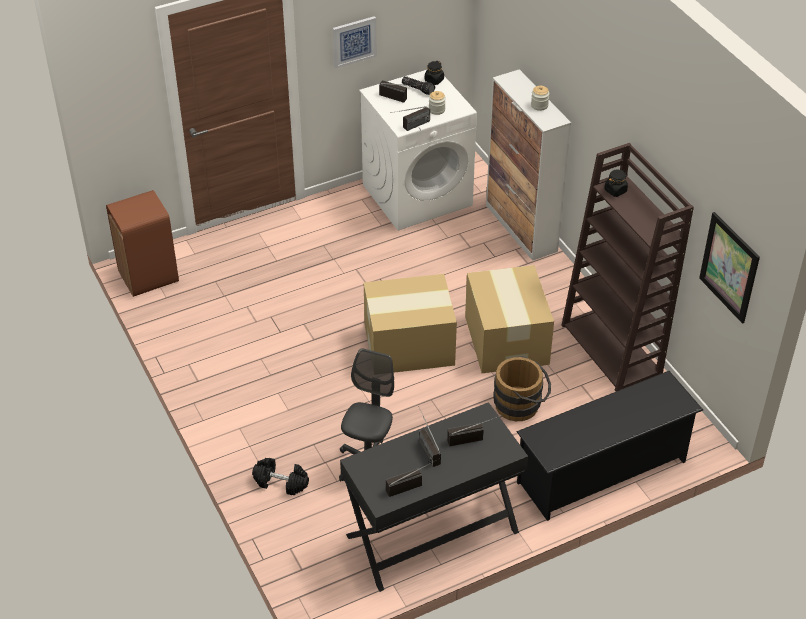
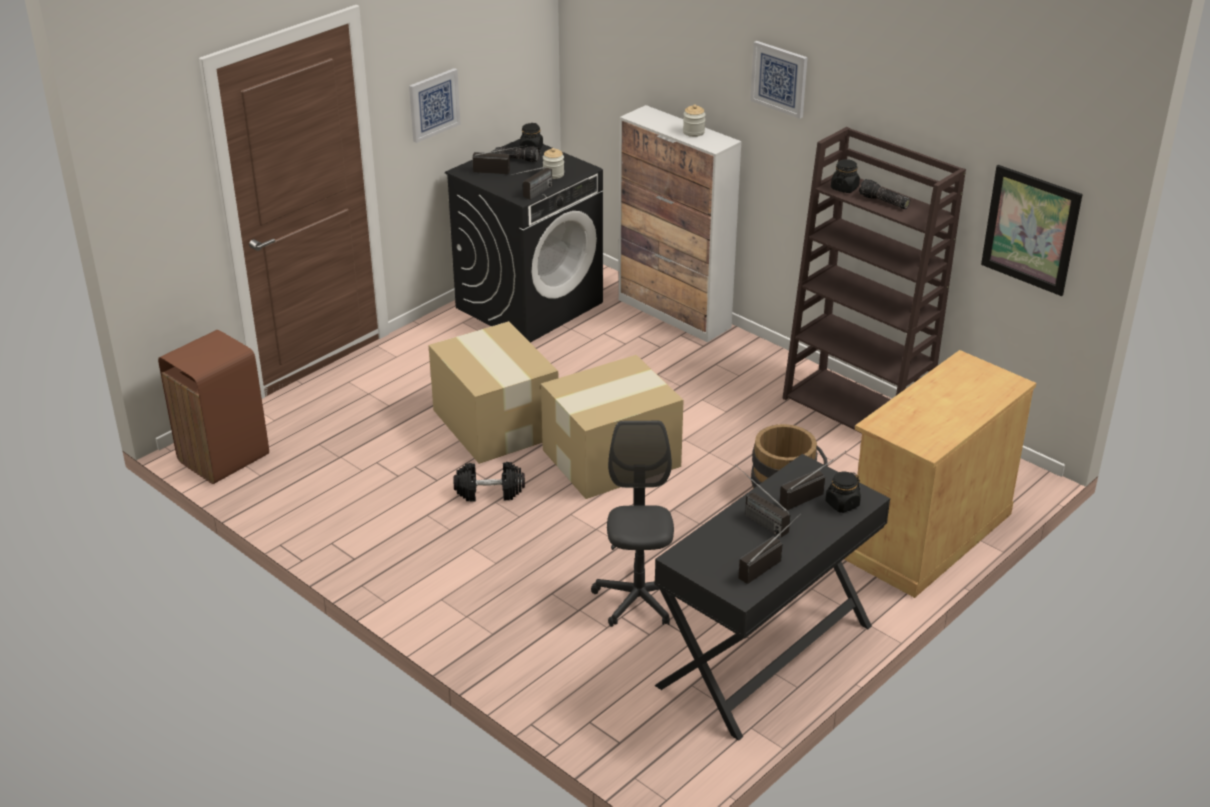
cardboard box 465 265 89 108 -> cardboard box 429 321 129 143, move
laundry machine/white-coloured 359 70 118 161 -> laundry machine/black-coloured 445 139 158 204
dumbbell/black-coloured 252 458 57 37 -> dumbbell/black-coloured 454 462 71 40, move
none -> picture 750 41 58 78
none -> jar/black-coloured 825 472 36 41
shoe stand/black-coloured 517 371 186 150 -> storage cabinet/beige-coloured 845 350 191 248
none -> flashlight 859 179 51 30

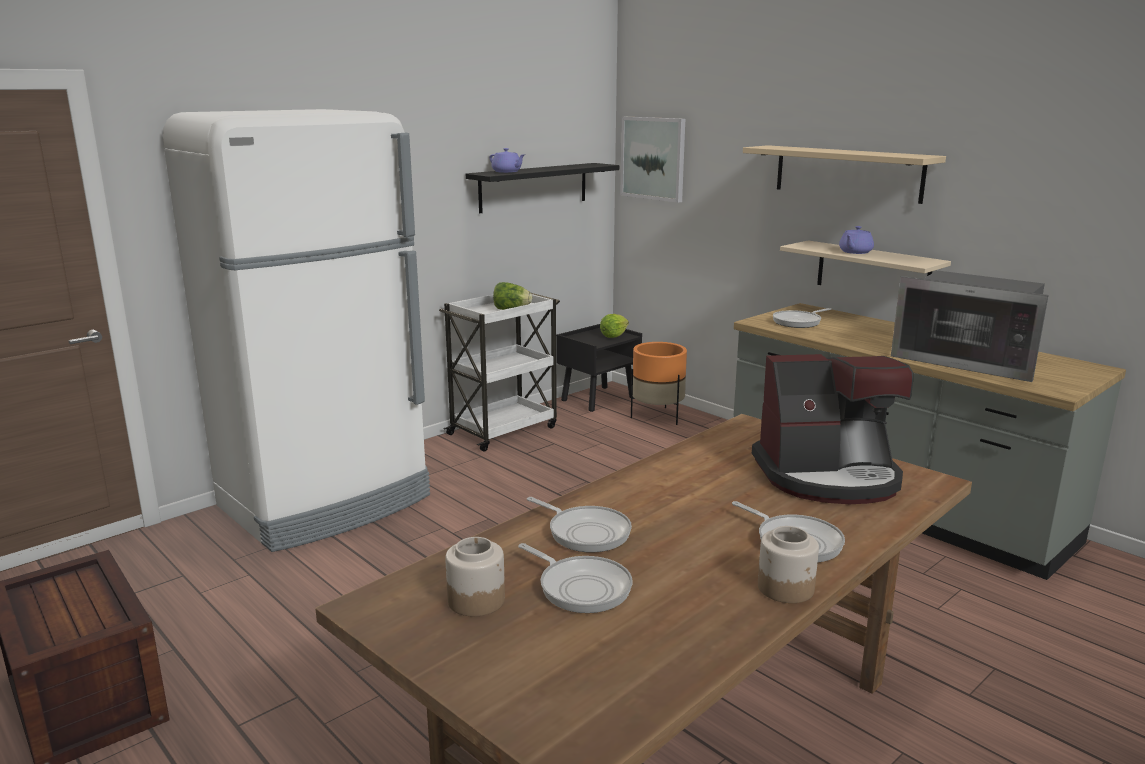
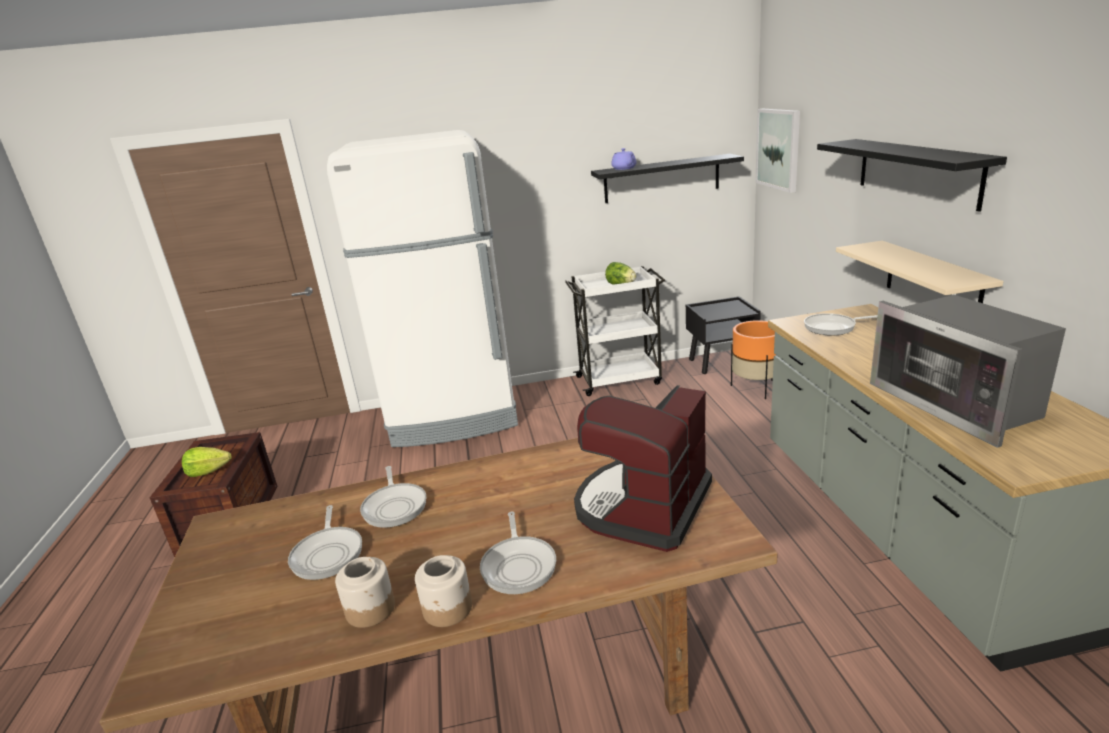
head of lettuce 600 314 29 24 -> head of lettuce 182 447 50 30, move
jar 445 537 60 79 -> jar 335 557 60 71, move
coffee maker 752 354 161 150 -> coffee maker 574 385 138 167, 90 degrees clockwise
wall shelf/beige-coloured 743 145 203 59 -> wall shelf/black-coloured 817 139 190 73
pot for tea/purplish 839 226 35 28 -> none

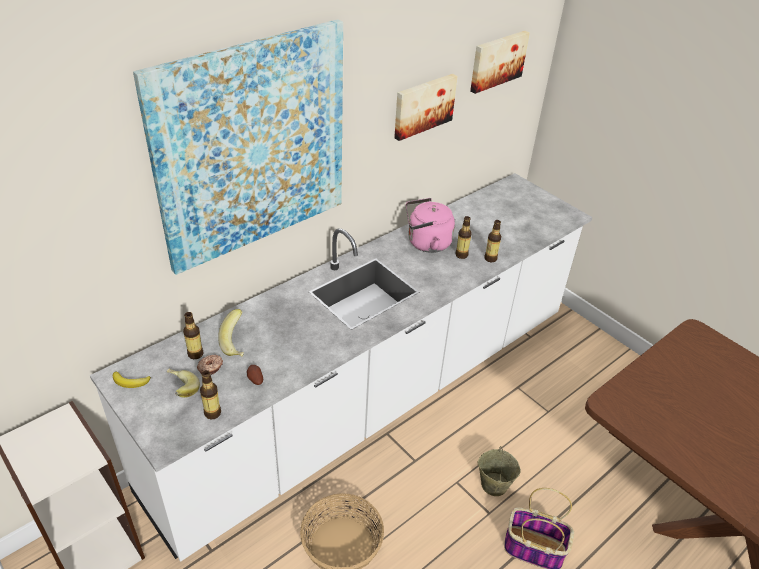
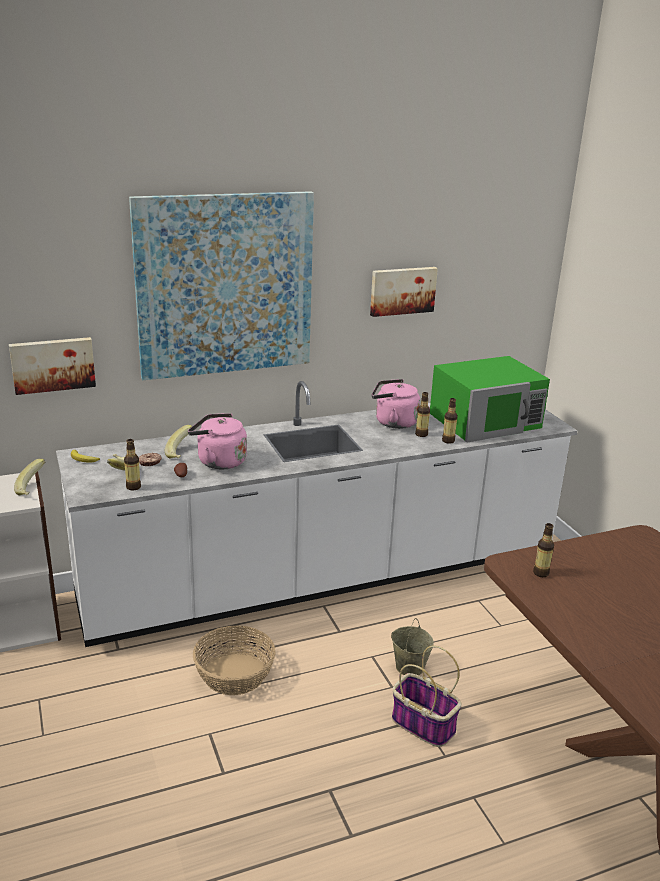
picture 470 31 60 63 -> picture 9 337 87 58, move
none -> whole banana 14 459 31 36
none -> tea kettle/pink 188 413 59 56
none -> microwave oven/greenish 430 356 120 87
drink bottle 183 312 20 47 -> drink bottle 533 523 21 54, move

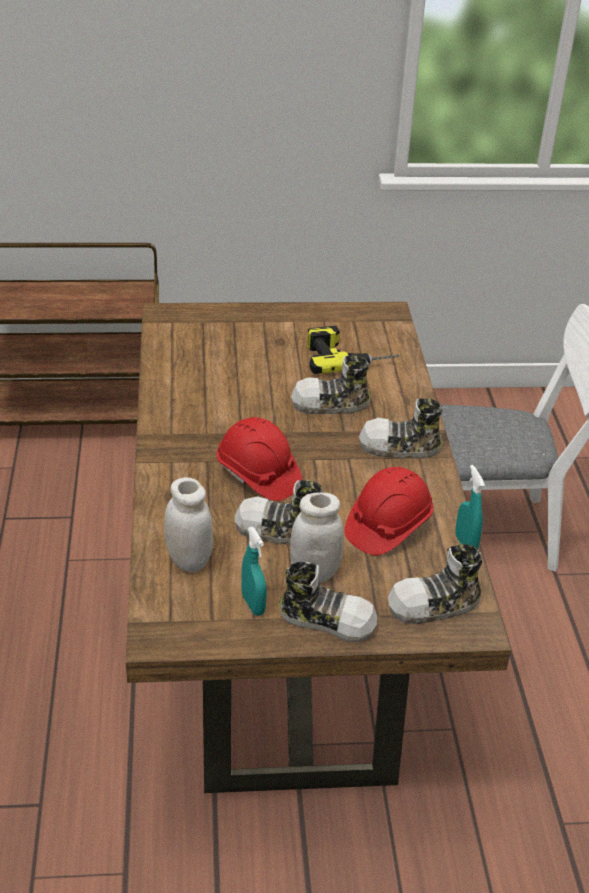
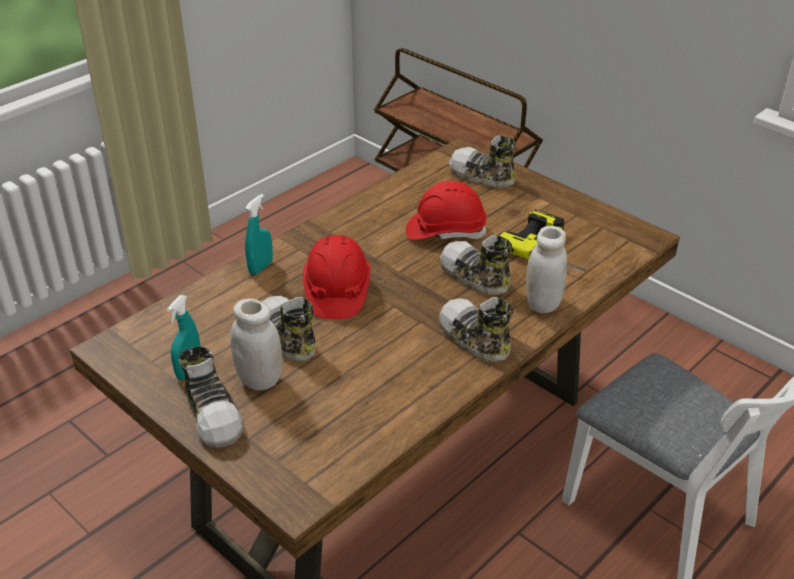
sprayer/blue-green 455 465 30 85 -> sprayer/blue-green 245 194 28 81, move
safety helmet/red 344 467 89 89 -> safety helmet/red 406 181 81 59, move
item of footwear 388 544 94 80 -> item of footwear 449 135 67 53, move
jar/white-coloured 164 477 49 95 -> jar/white-coloured 526 226 41 87, move

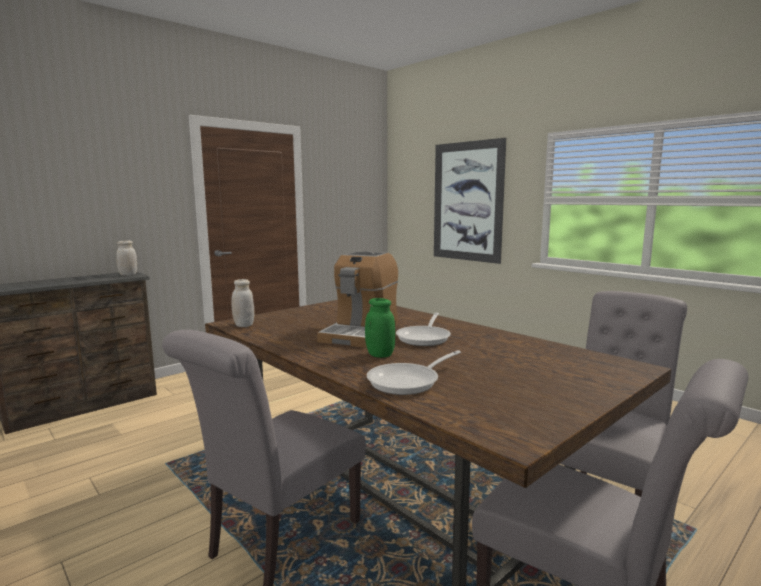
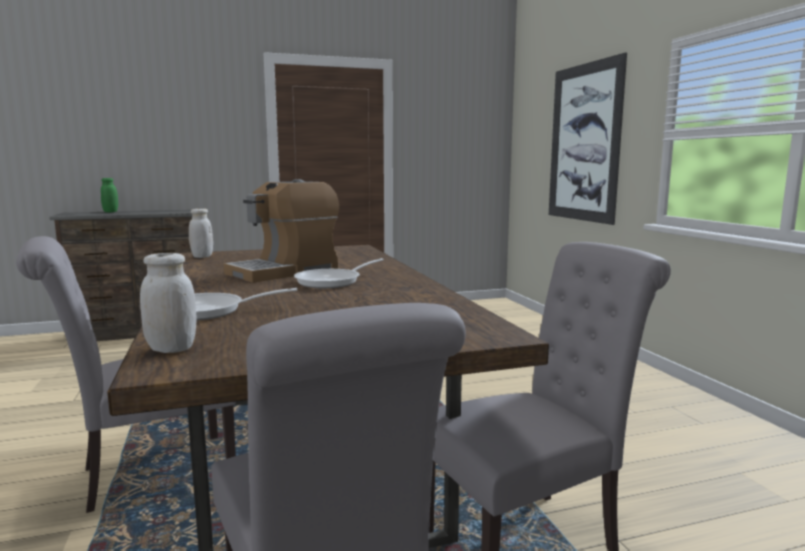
jar/greenish 365 298 30 60 -> jar/greenish 101 178 17 34, move
jar/white-coloured 116 241 21 35 -> jar/white-coloured 140 253 57 100, move

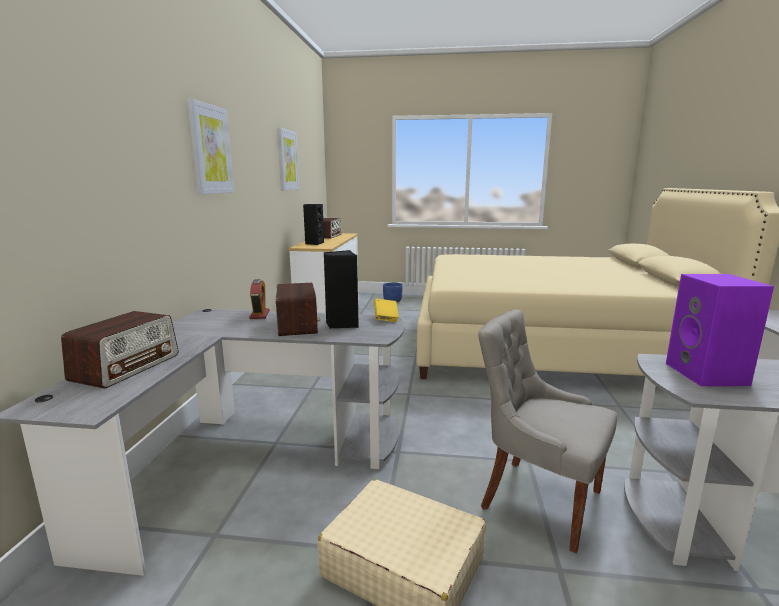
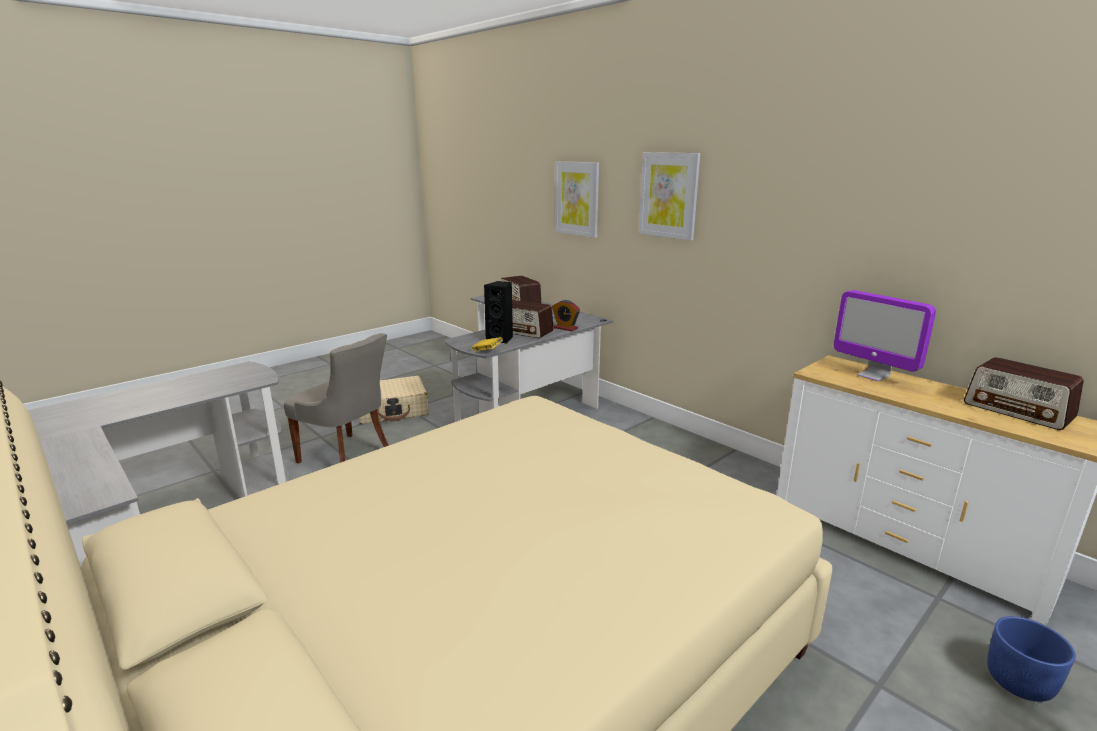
upright chair/grey 478 309 139 244 -> upright chair/grey 284 333 105 131, 45 degrees clockwise
picture 277 127 22 63 -> picture 555 161 44 77, move
audio speaker/black-coloured 303 204 21 41 -> computer display 833 290 103 91
audio speaker/purplish 666 274 108 112 -> none

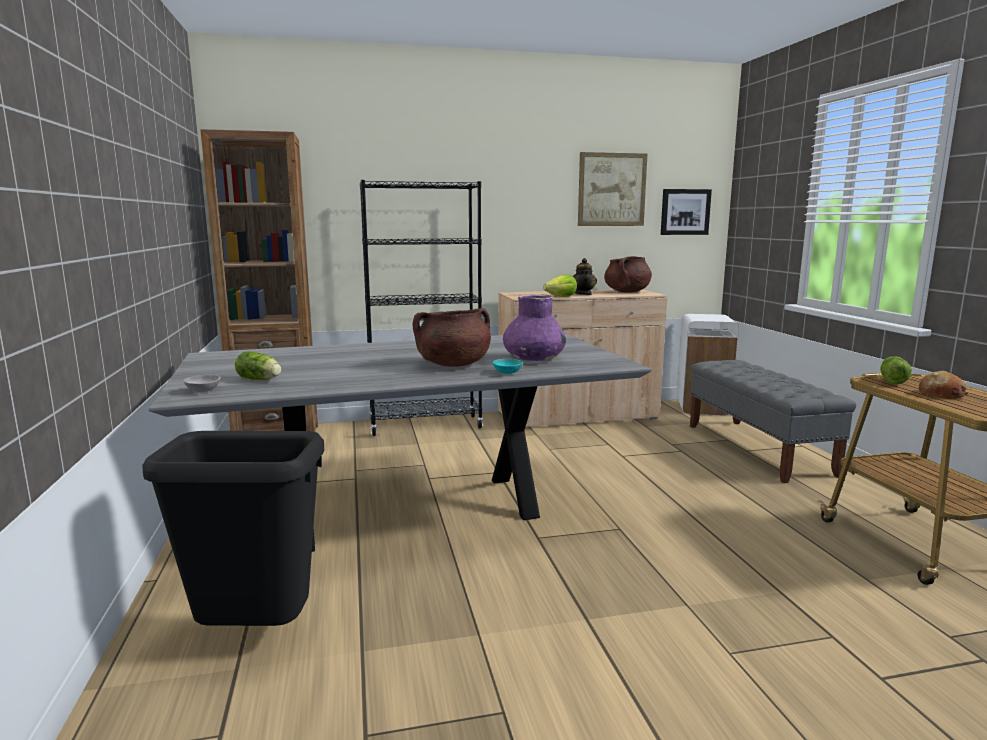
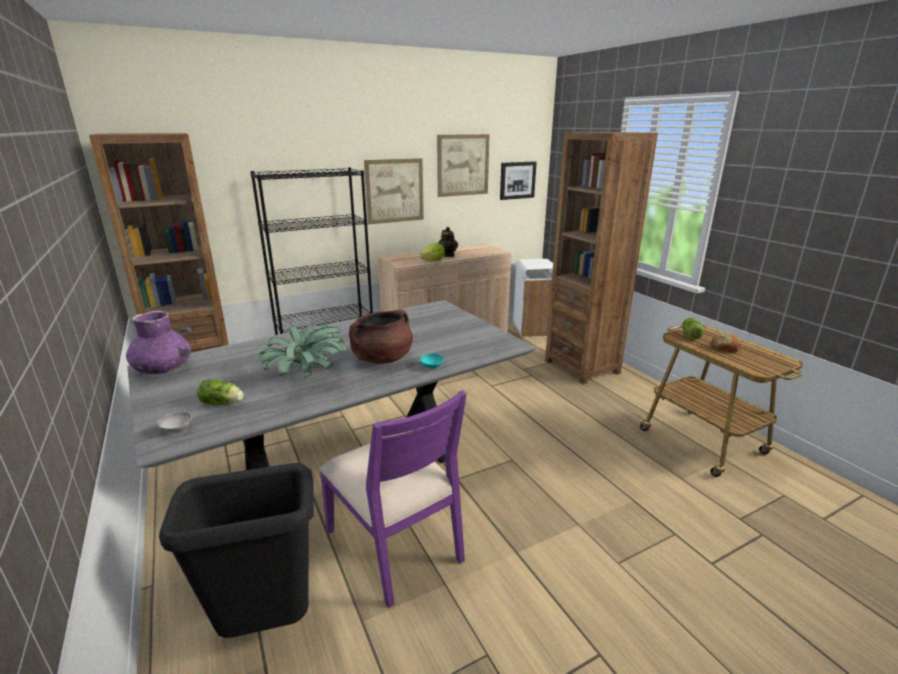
flower vase/purplish 503 294 63 67 -> flower vase/purplish 126 311 65 63, move
none -> plant in a pot 255 325 93 52
none -> upright chair/purplish 320 390 147 218
none -> picture 364 158 60 66
bench/grey 690 360 166 123 -> shelving unit/brown 545 132 113 252
stockpot/brown 604 256 48 36 -> none

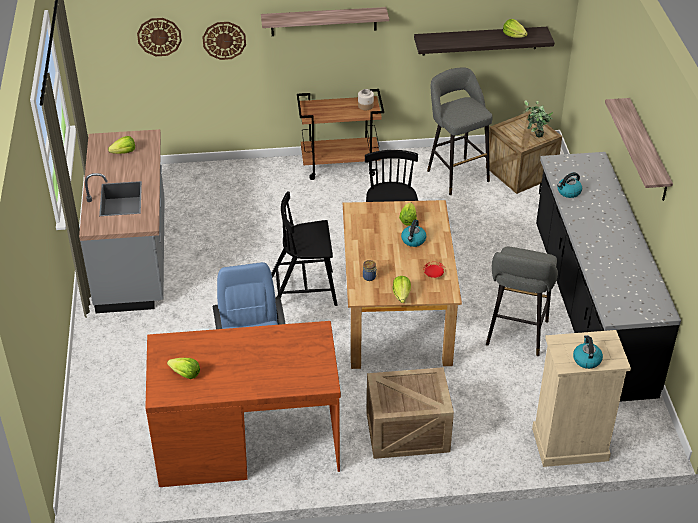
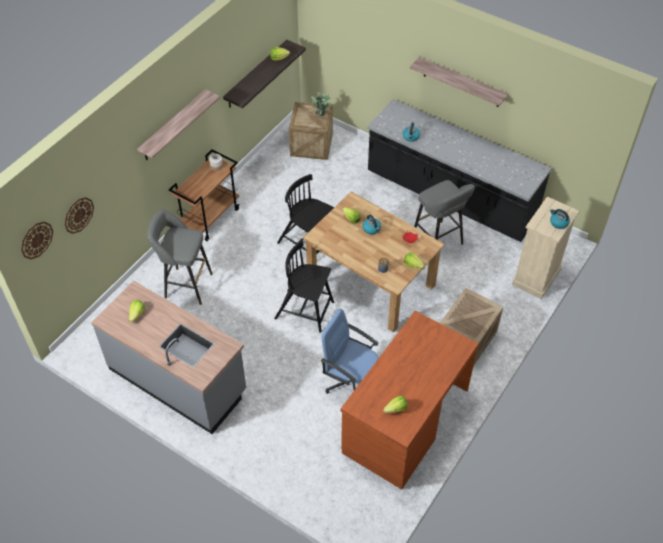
clock on the wall 202 22 44 38 -> clock on the wall 21 221 32 38, move
stool seat/grey 427 67 66 128 -> stool seat/grey 147 209 66 96, move
upright chair/black-coloured 271 191 66 115 -> upright chair/black-coloured 274 240 60 93, 75 degrees clockwise

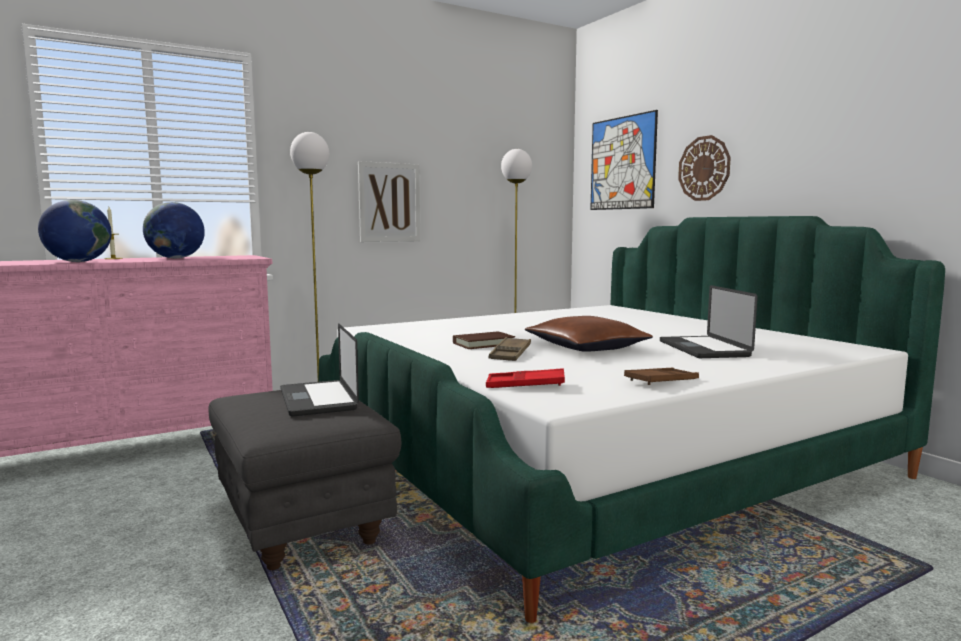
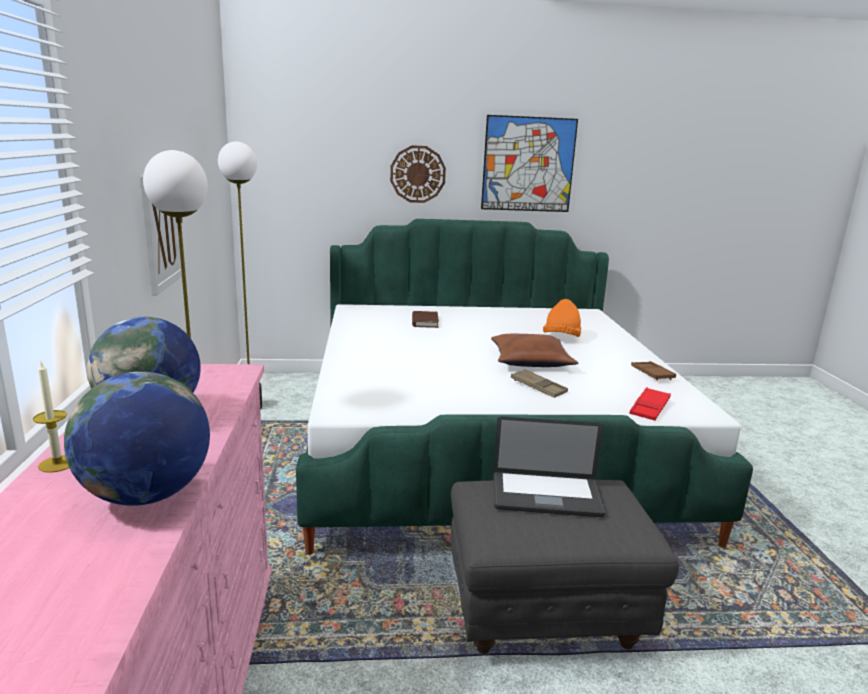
book/brown 453 331 62 18 -> book/brown 412 311 27 17, move
picture 590 110 68 100 -> picture 481 115 97 97, move
laptop 660 285 98 73 -> hat/orange 543 299 38 38

